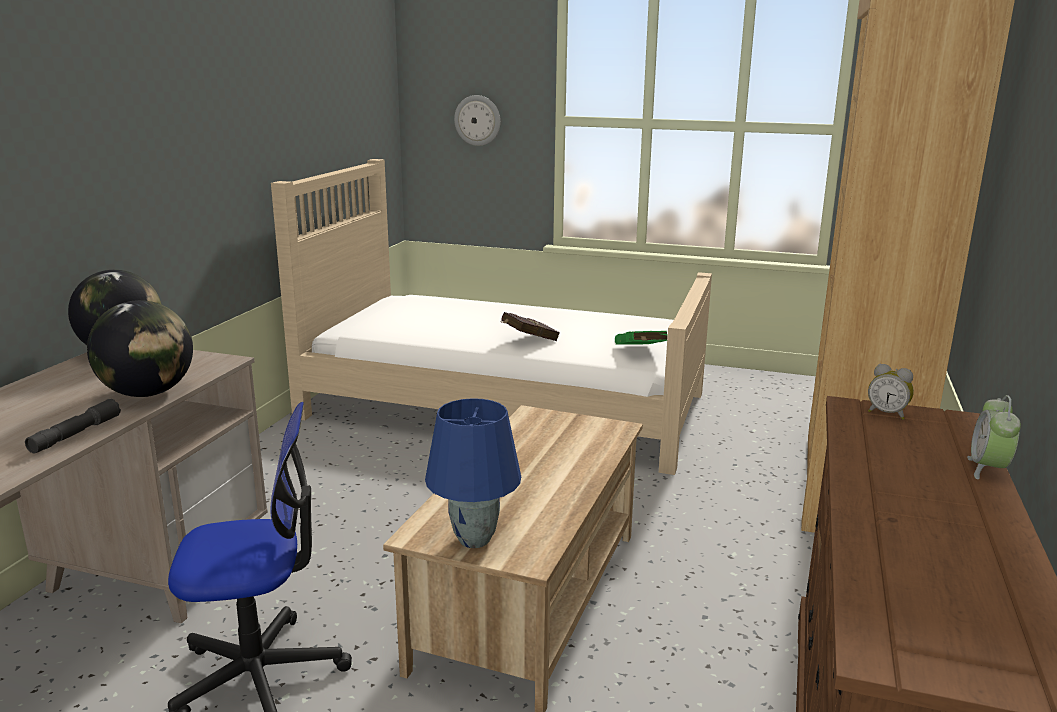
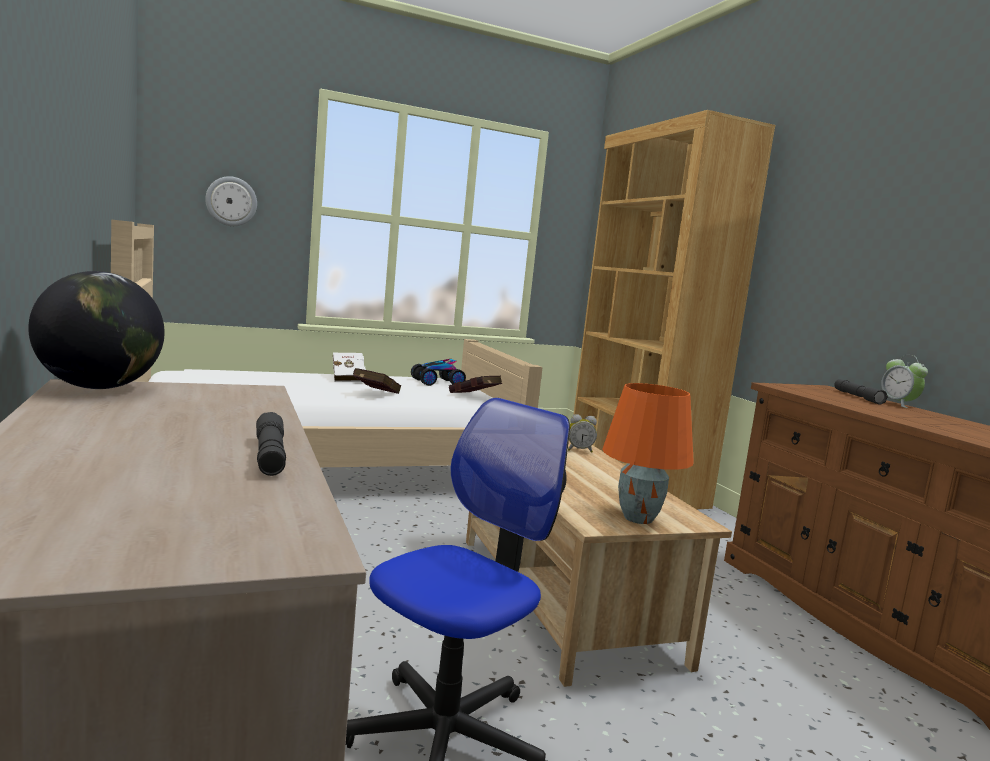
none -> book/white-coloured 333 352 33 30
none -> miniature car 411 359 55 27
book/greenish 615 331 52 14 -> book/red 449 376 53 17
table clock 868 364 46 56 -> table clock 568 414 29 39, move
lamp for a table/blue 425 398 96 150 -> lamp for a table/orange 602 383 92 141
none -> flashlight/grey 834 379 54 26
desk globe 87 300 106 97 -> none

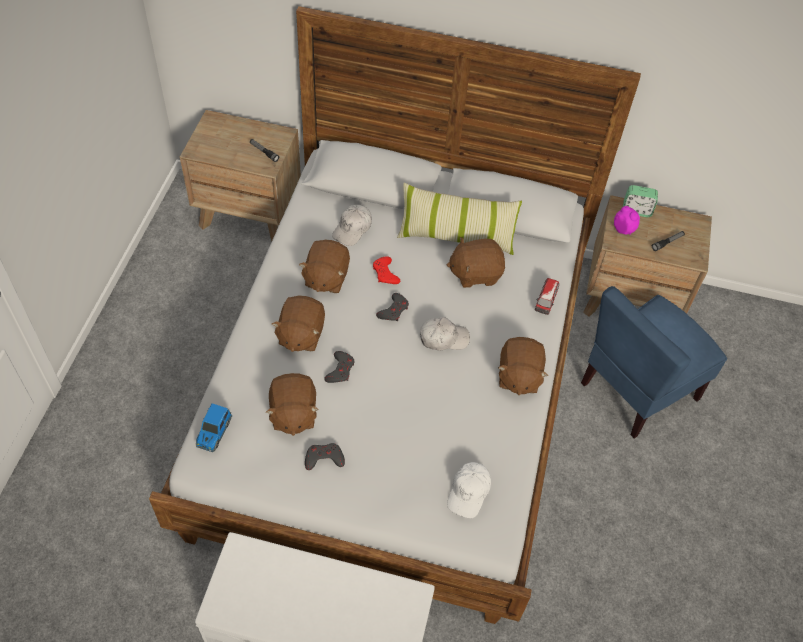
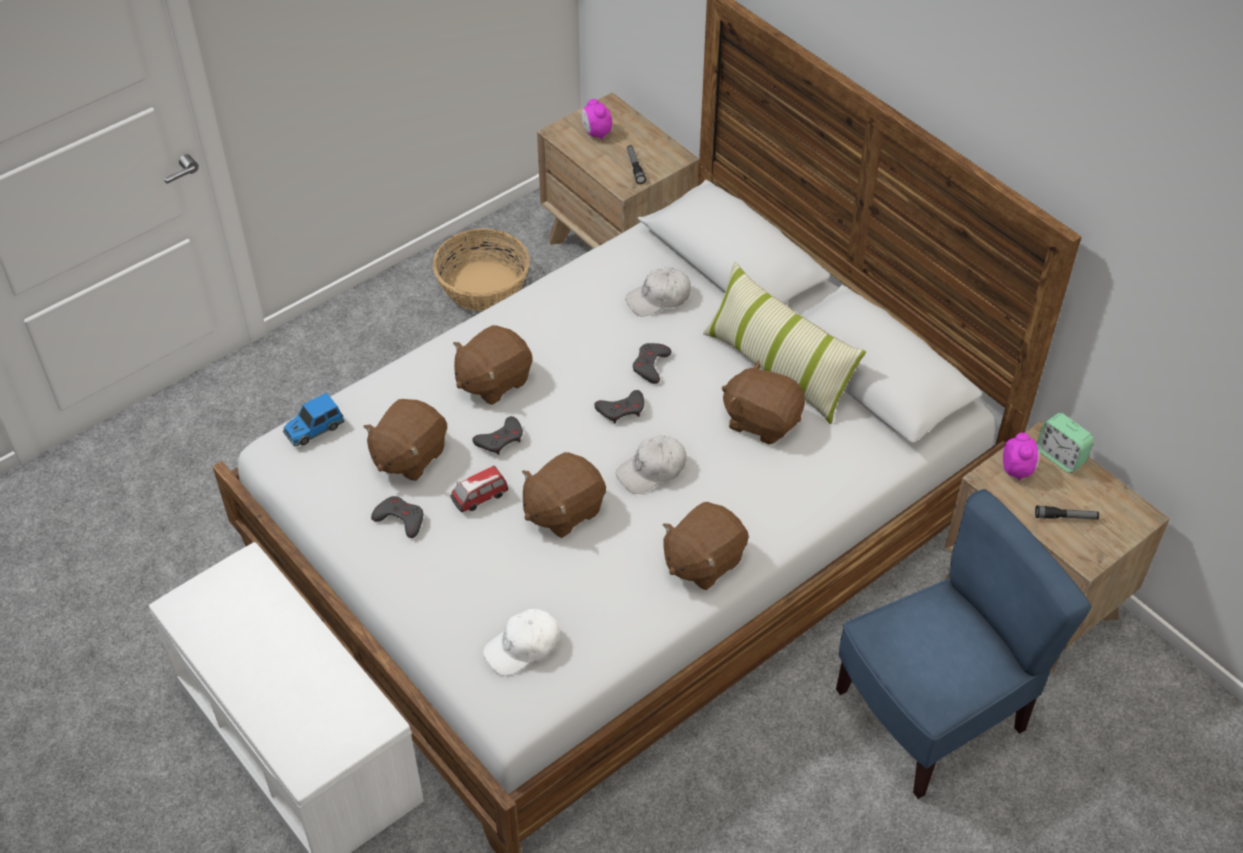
none -> basket 433 228 97 83
miniature car 535 278 24 37 -> miniature car 451 466 57 46, move
soft toy/brown 299 239 51 54 -> soft toy/brown 522 452 84 86, move
none -> table clock 581 99 31 41
baseball cap/white-coloured 420 317 50 34 -> baseball cap/white-coloured 616 435 70 59, 120 degrees clockwise
gamepad/red 373 256 27 28 -> gamepad/grey 633 343 39 41
upright chair/blue 581 286 146 152 -> upright chair/blue 836 489 256 310, 150 degrees clockwise

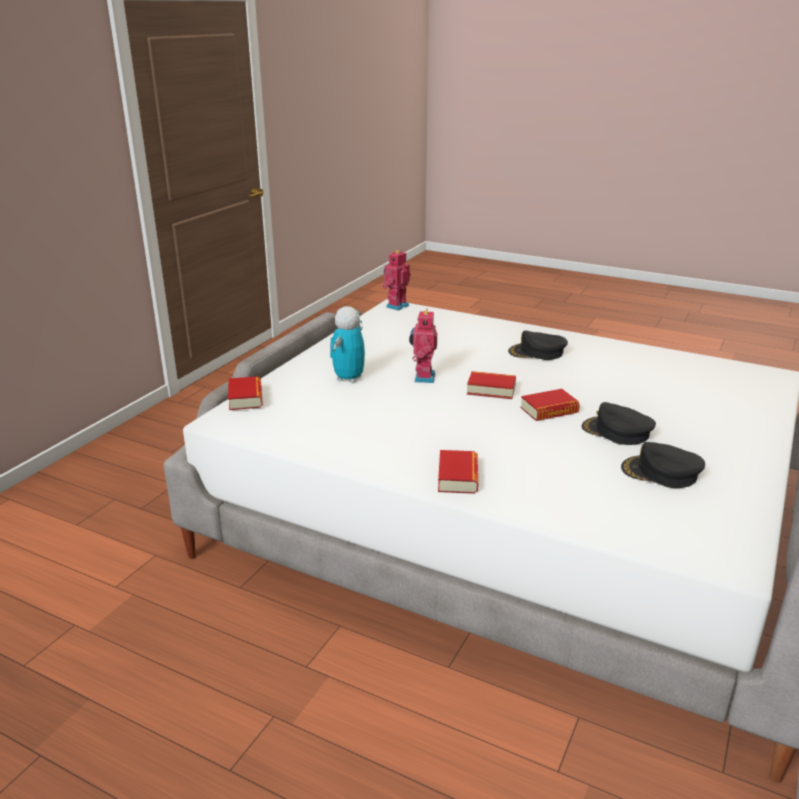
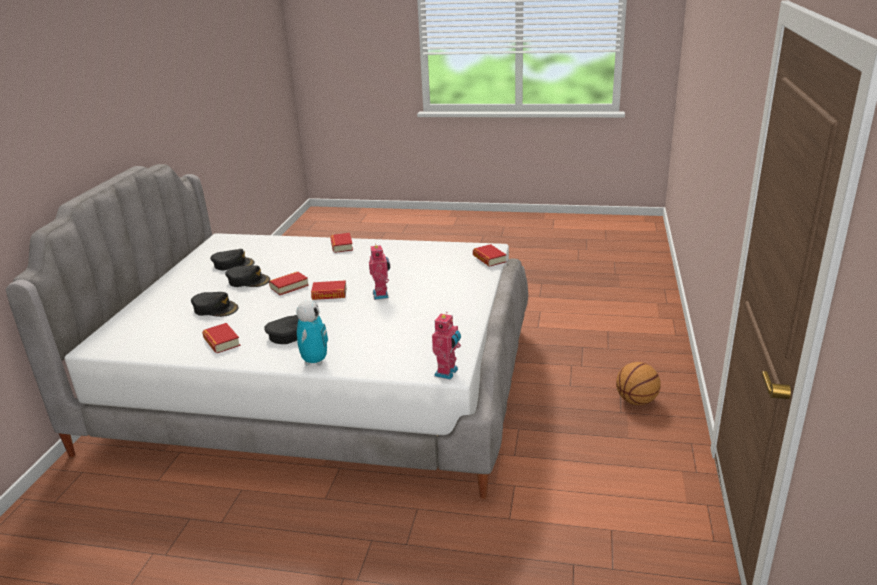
none -> baseball cap/black-coloured 191 292 47 25
none -> book 202 323 39 30
robot figure 330 306 35 78 -> robot figure 297 300 31 66, move
none -> basketball ball 616 362 45 43

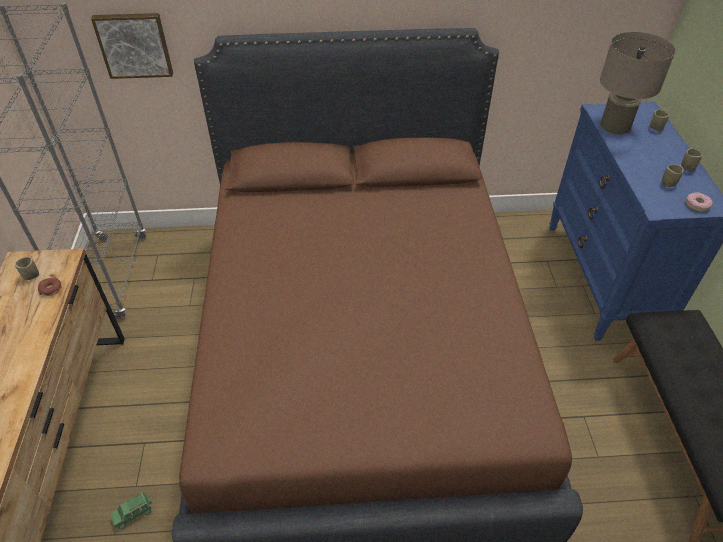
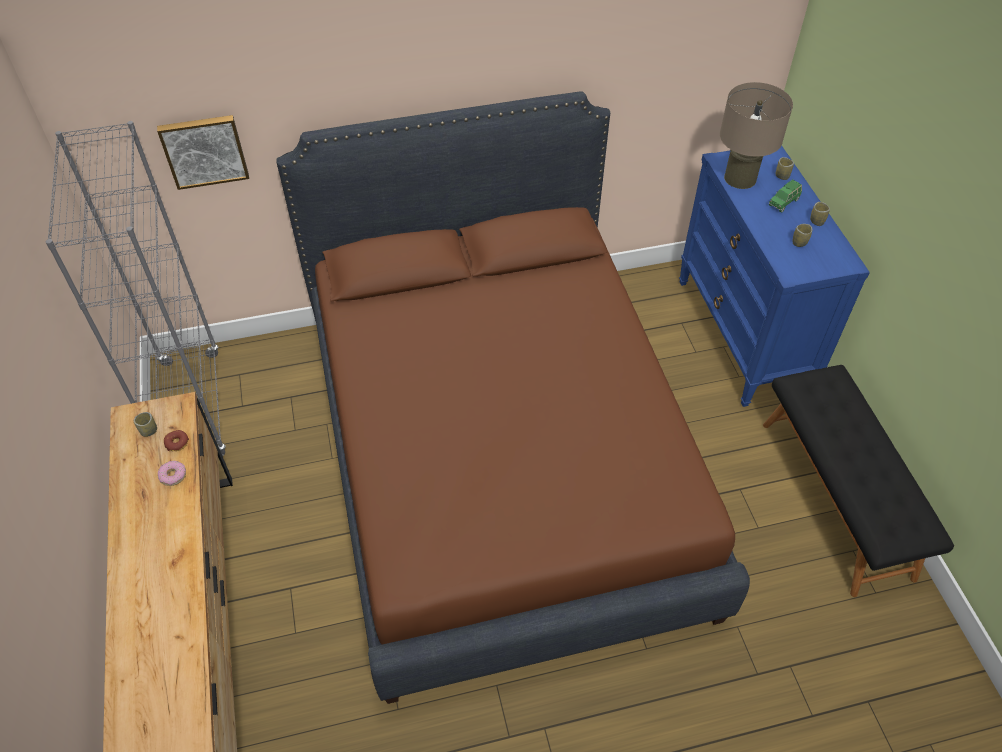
doughnut 686 192 27 20 -> doughnut 158 461 28 25, move
miniature car/greenish 110 493 42 36 -> miniature car/greenish 769 179 33 34, move

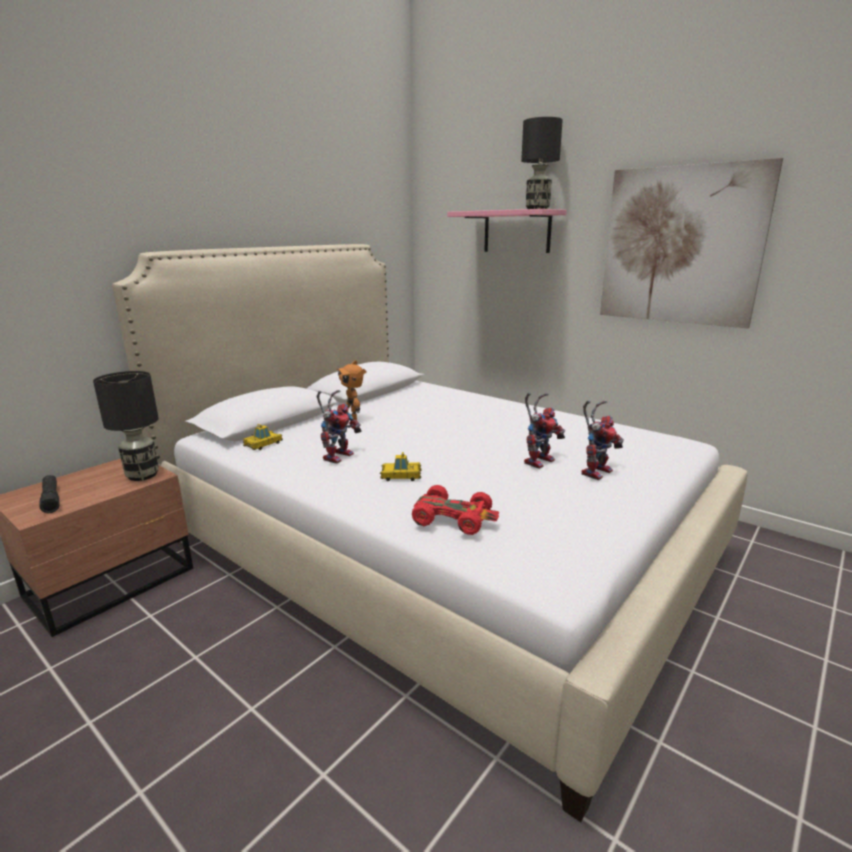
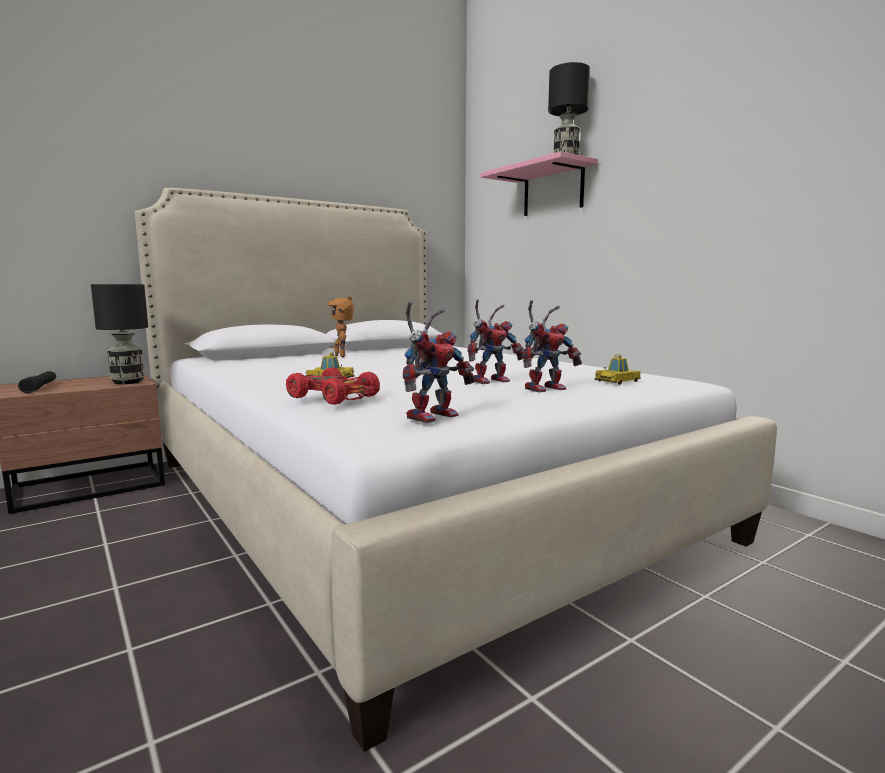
robot figure 317 390 45 74 -> robot figure 403 301 73 122, move
miniature car 243 424 40 26 -> miniature car 595 354 46 31, move
picture 600 158 183 170 -> none

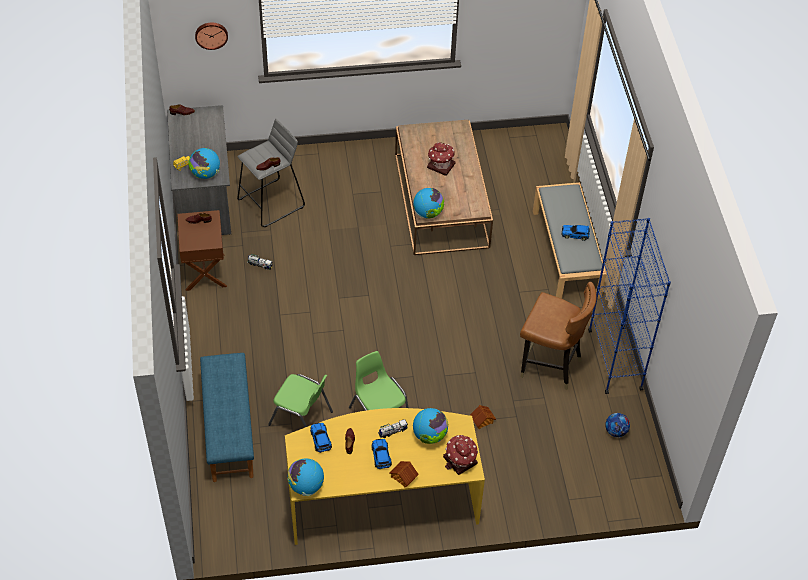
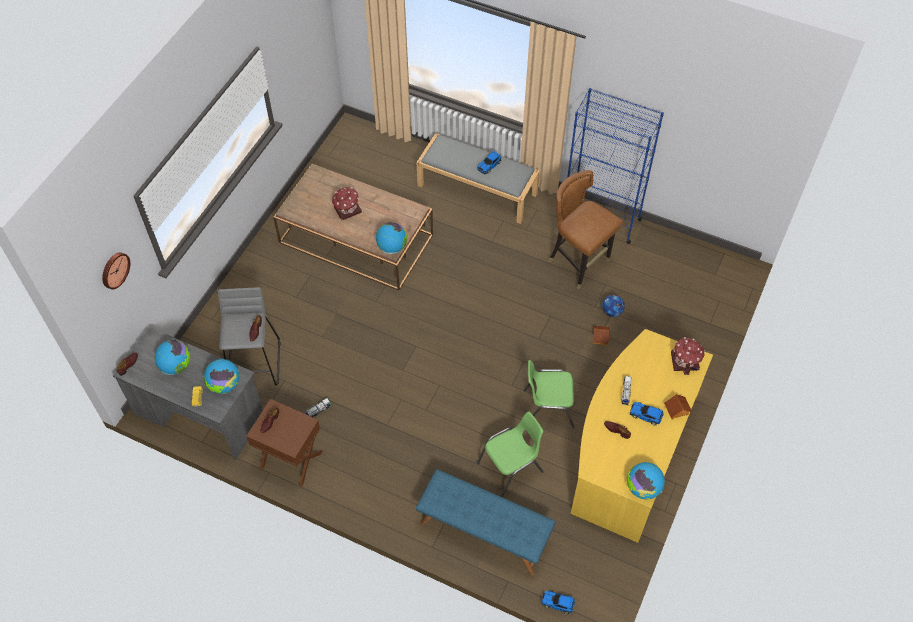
desk globe 413 408 36 36 -> desk globe 154 340 36 35, move
miniature car 310 423 22 30 -> miniature car 542 591 33 23, move
upright chair/brown 520 282 76 108 -> upright chair/brown 549 170 74 119, 105 degrees counterclockwise
football ball 605 413 25 24 -> football ball 602 295 23 22, move

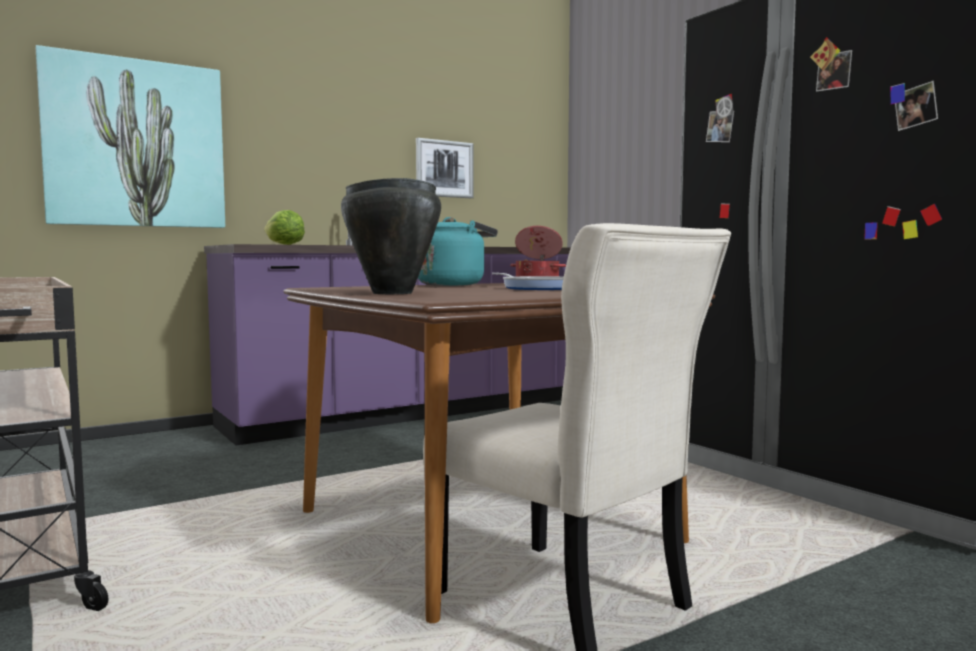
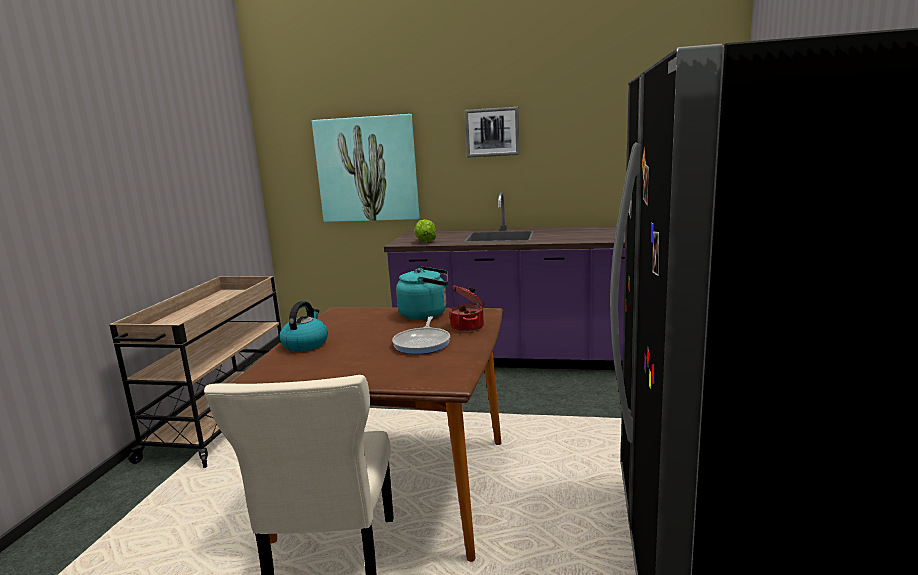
stockpot/black-coloured 341 178 100 116 -> tea kettle 279 301 49 51
picture 416 138 57 60 -> picture 465 107 55 50, move

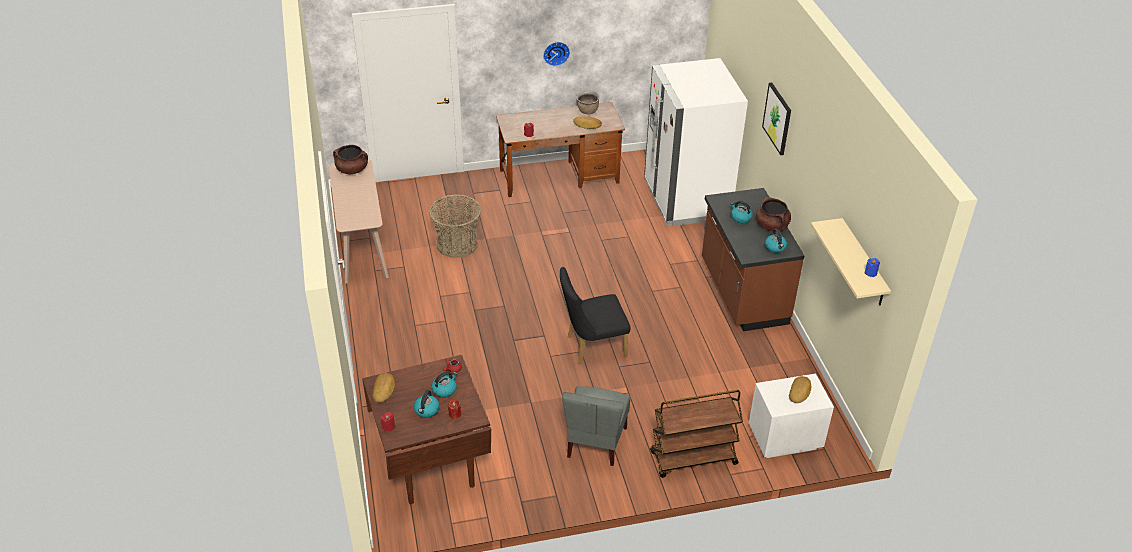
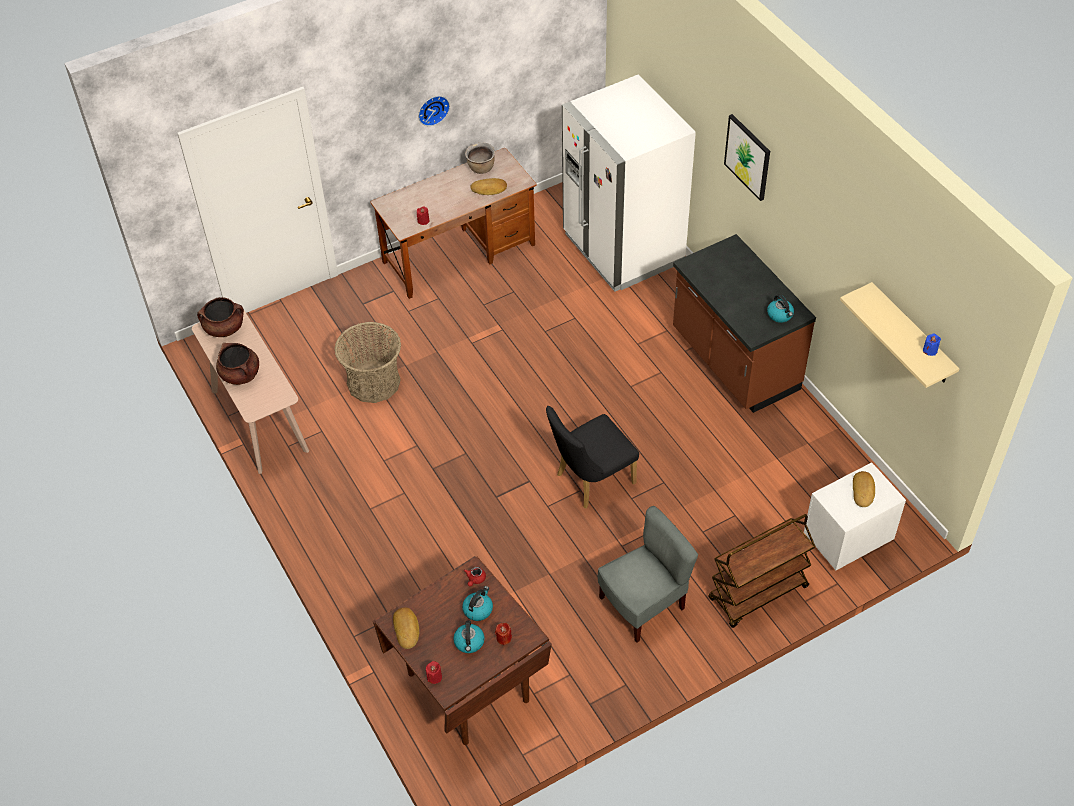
stockpot/brown 756 197 35 35 -> stockpot/brown 216 343 43 42, move
upright chair/grey 562 386 68 80 -> upright chair/grey 598 506 100 137, 120 degrees counterclockwise
tea kettle 731 201 22 22 -> none

